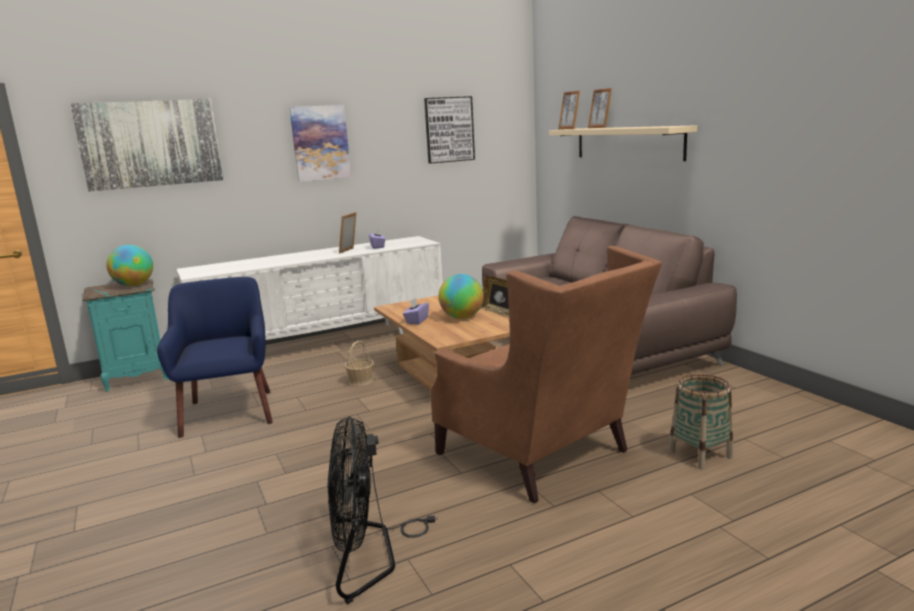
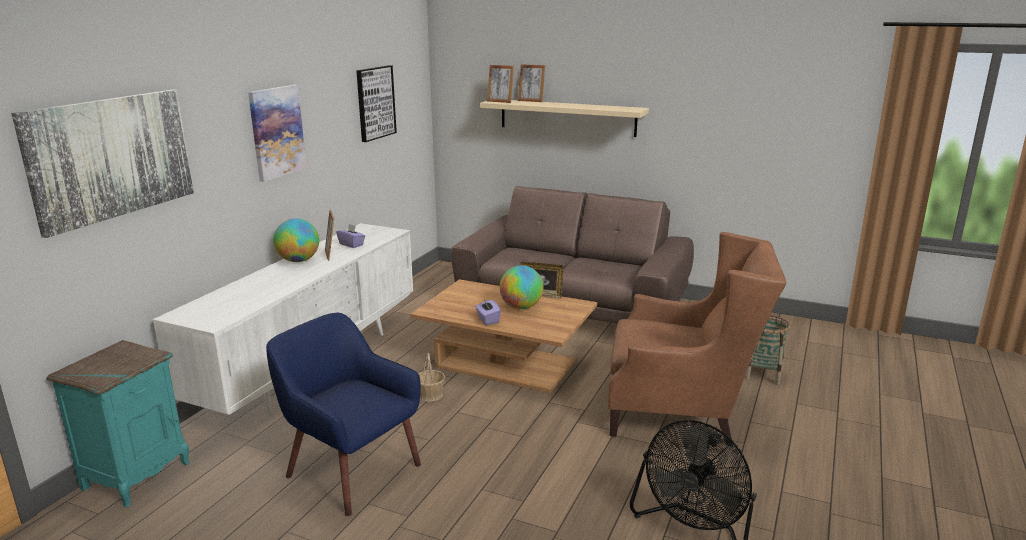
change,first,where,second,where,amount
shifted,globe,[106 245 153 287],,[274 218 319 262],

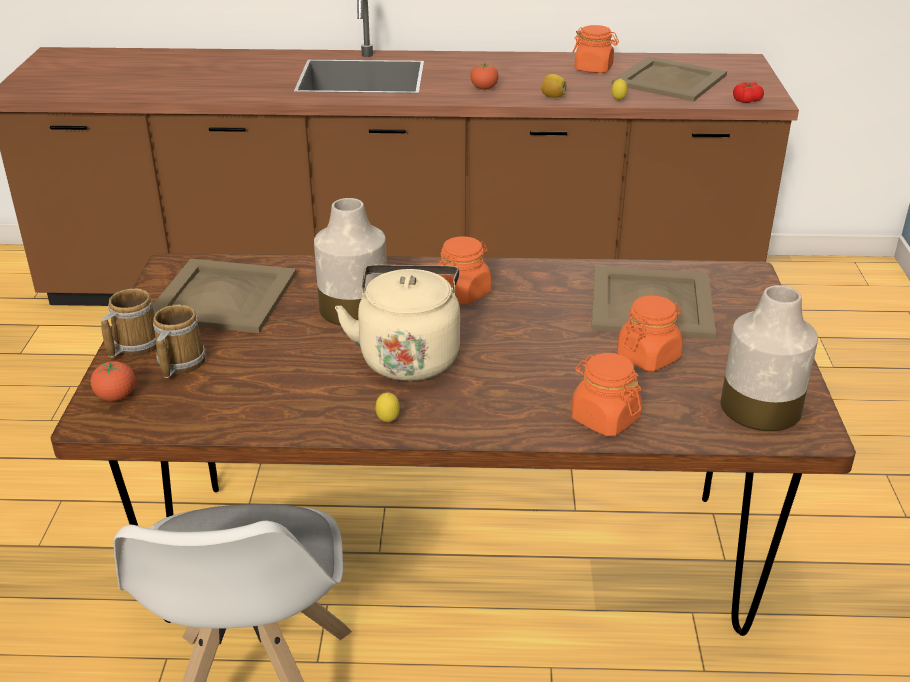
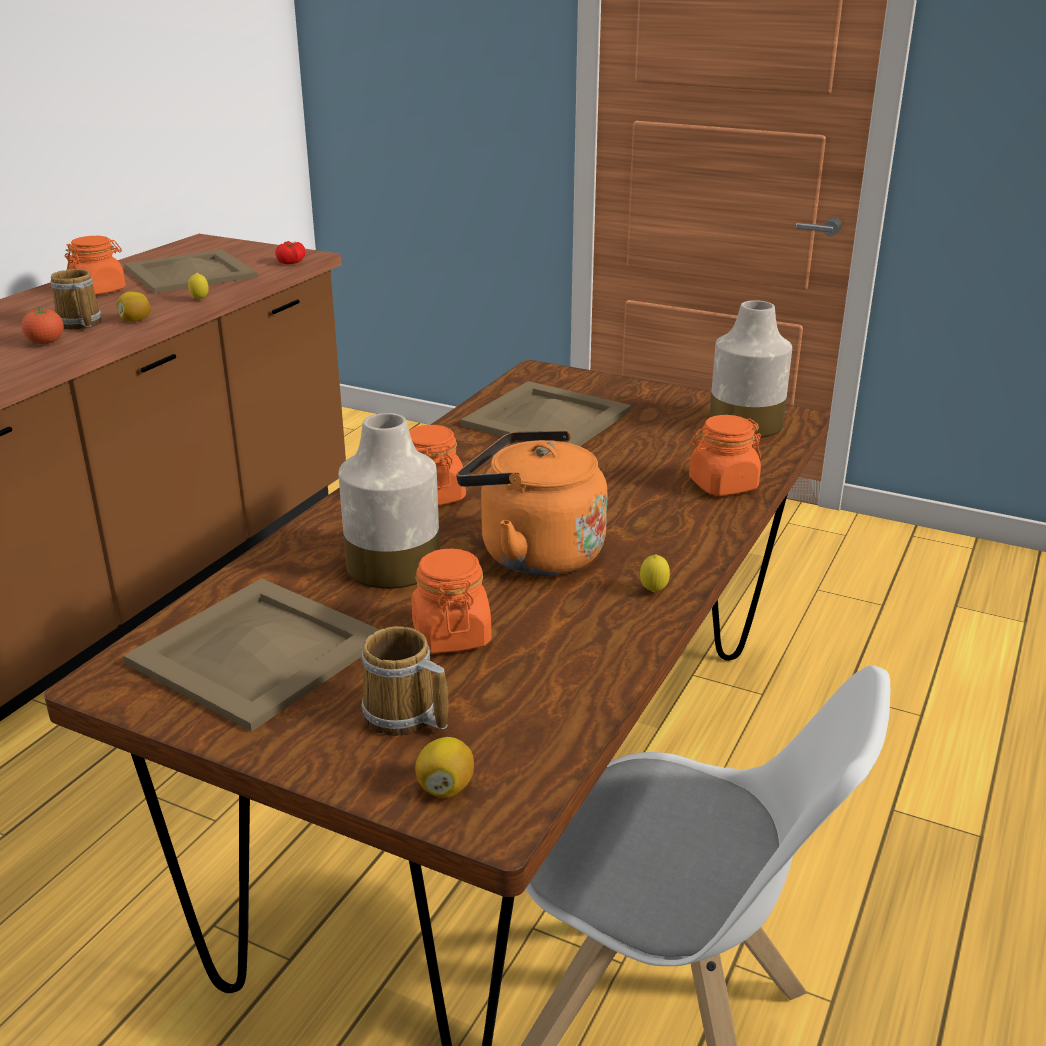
change,first,where,second,where,amount
shifted,mug,[101 288 156 358],,[50 269 102 330],
shifted,orange jar,[617 295 683 371],,[411 549 492 654],
swapped,tomato,[91 360 135 401],lemon,[415 737 474 798],
repainted,beige kettle,[335 265 460 381],orange kettle,[456 430 608 576],

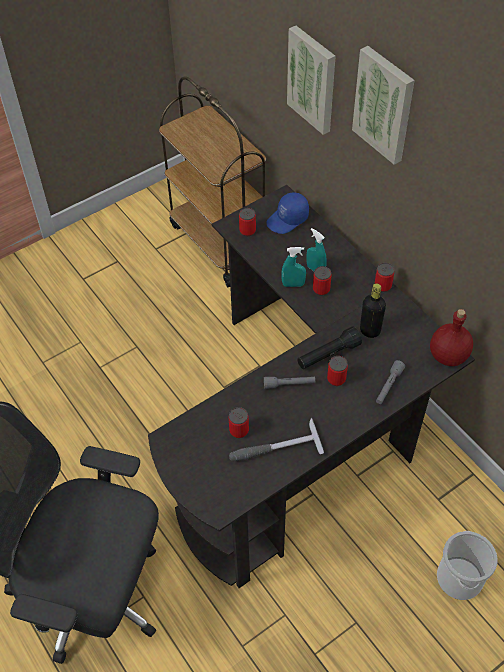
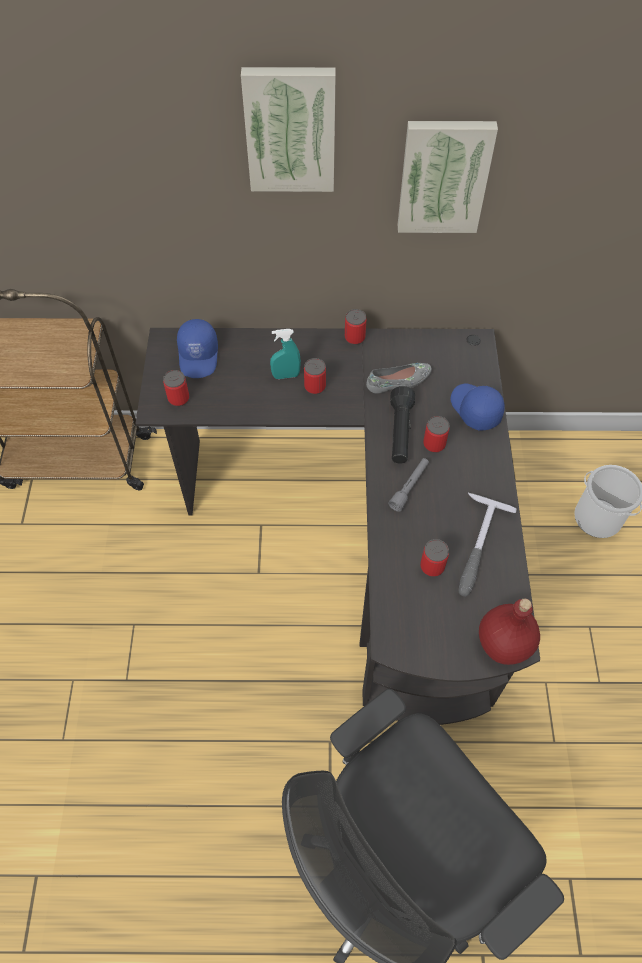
change,first,where,second,where,amount
gone,turquoise spray bottle,[281 247 306 287],,,
shifted,picture,[287 26 336 135],,[398 121 498 233],
shifted,red bottle,[430 309 473 366],,[479 599 540 665],
swapped,black bottle,[360 283 386 338],grey shoe,[366 363 432 393],
swapped,grey flashlight,[376 360 405 404],blue cap,[450 383 505 431],

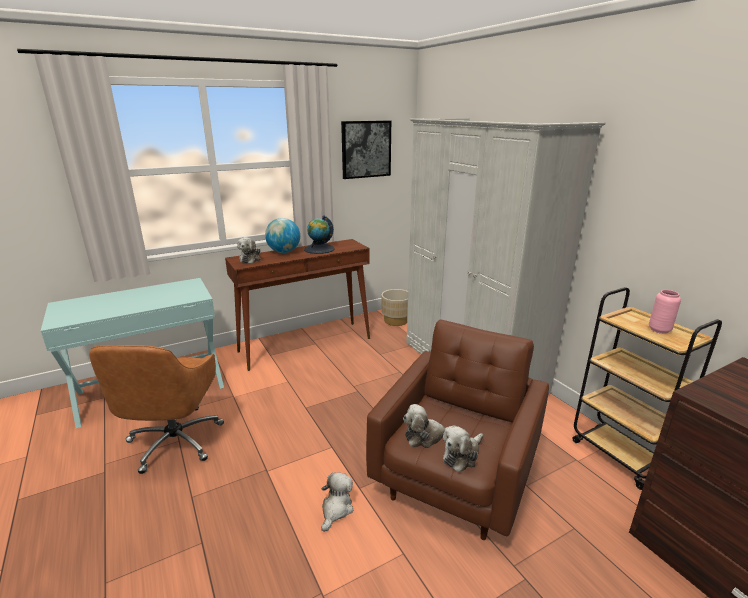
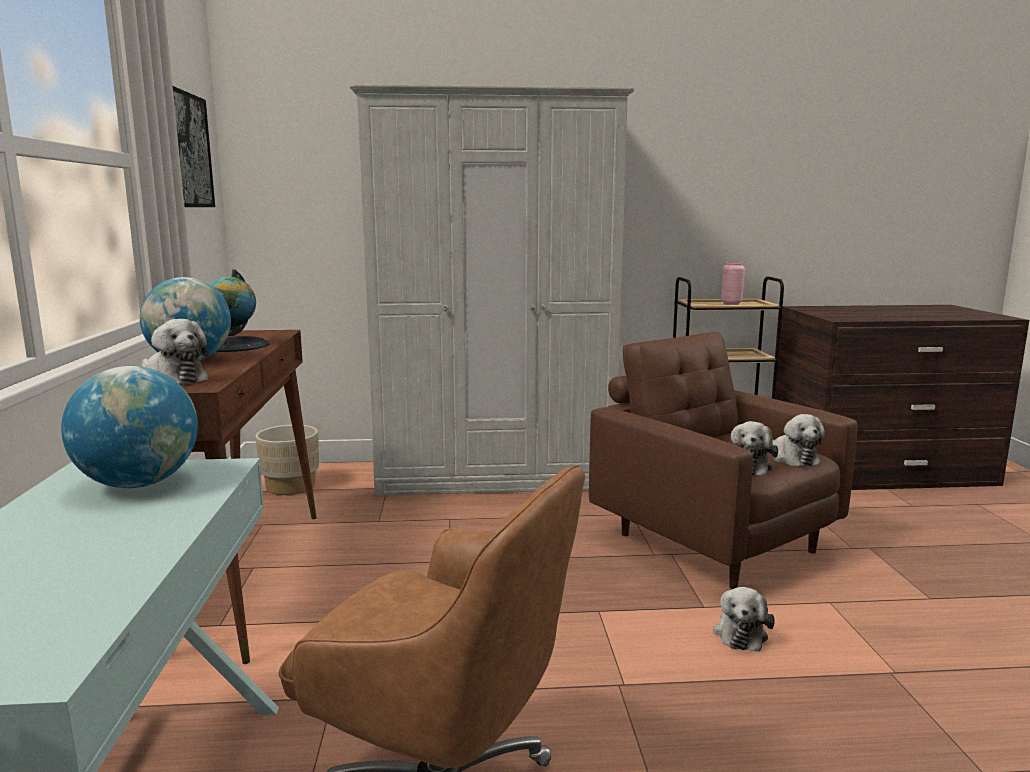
change,first,where,second,where,amount
new,,,globe,[61 366 198 488],
rotated,plush toy,[321 472 353 532],,[713 587 775 652],120 degrees counterclockwise

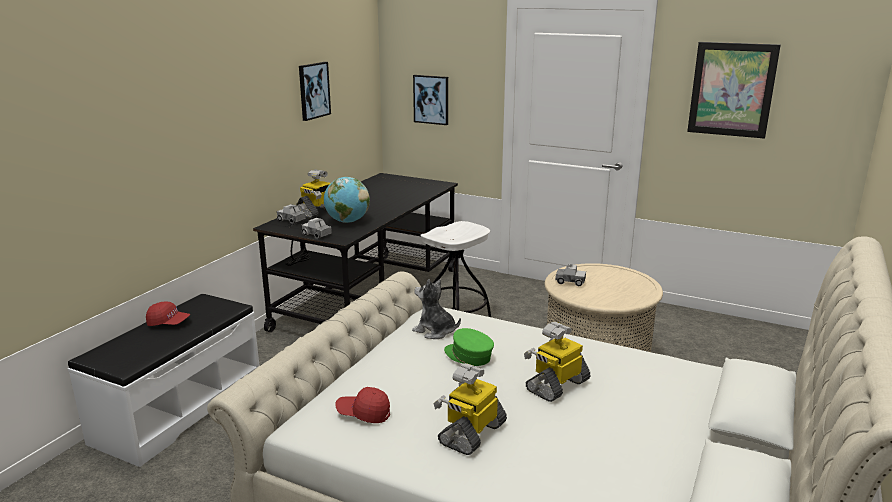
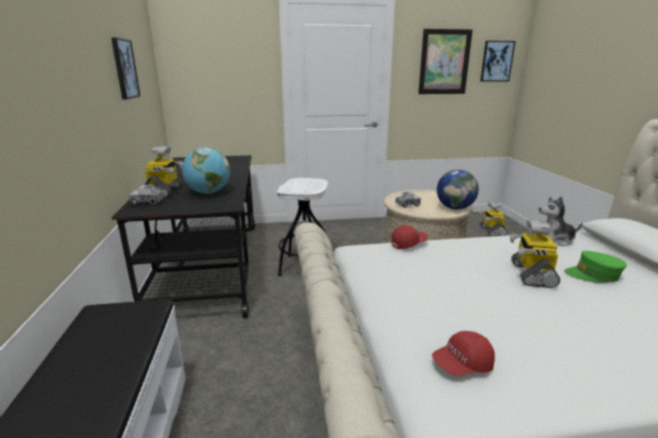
change,first,where,second,where,amount
gone,toy truck,[302 218 332 239],,,
new,,,globe,[437 169 479 210],
shifted,red cap,[146 301 190 326],,[391 225 428 249],
shifted,plush toy,[412 279 461 339],,[539 196 583 246],
shifted,picture,[413 75 448 125],,[480 41 515 81],
shifted,toy robot,[434 363 507 455],,[479 203 507 236],
shifted,green cap,[444 328 494 366],,[564 251 627 283],

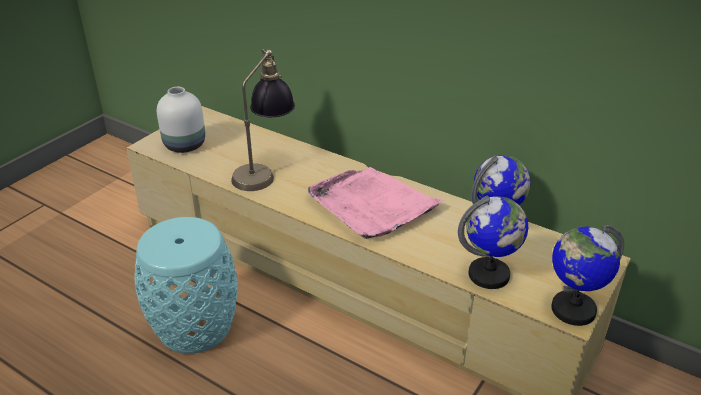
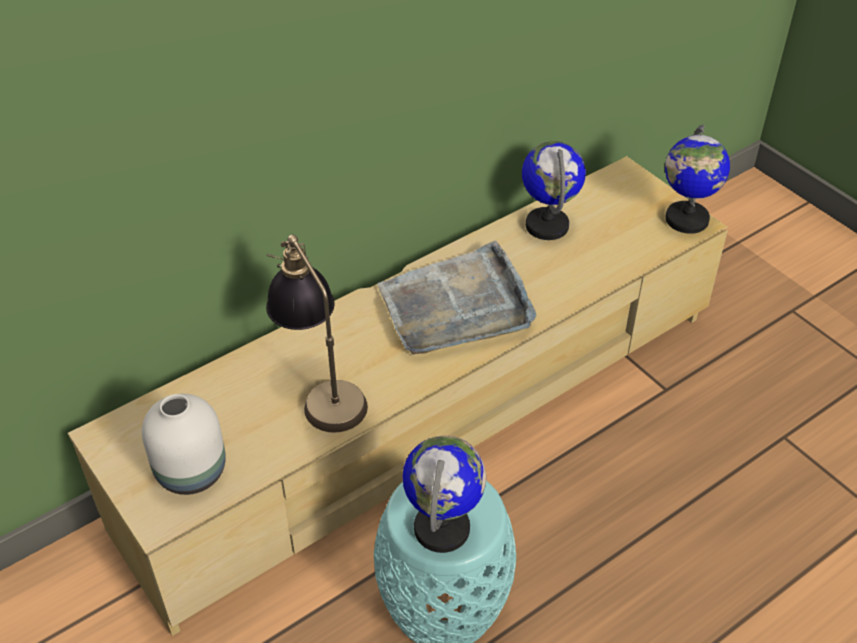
change,first,where,second,where,amount
shifted,globe,[458 196 528 289],,[403 435 486 553],
repainted,pink tray,[308 167 444 239],grey tray,[377 241 536 354],

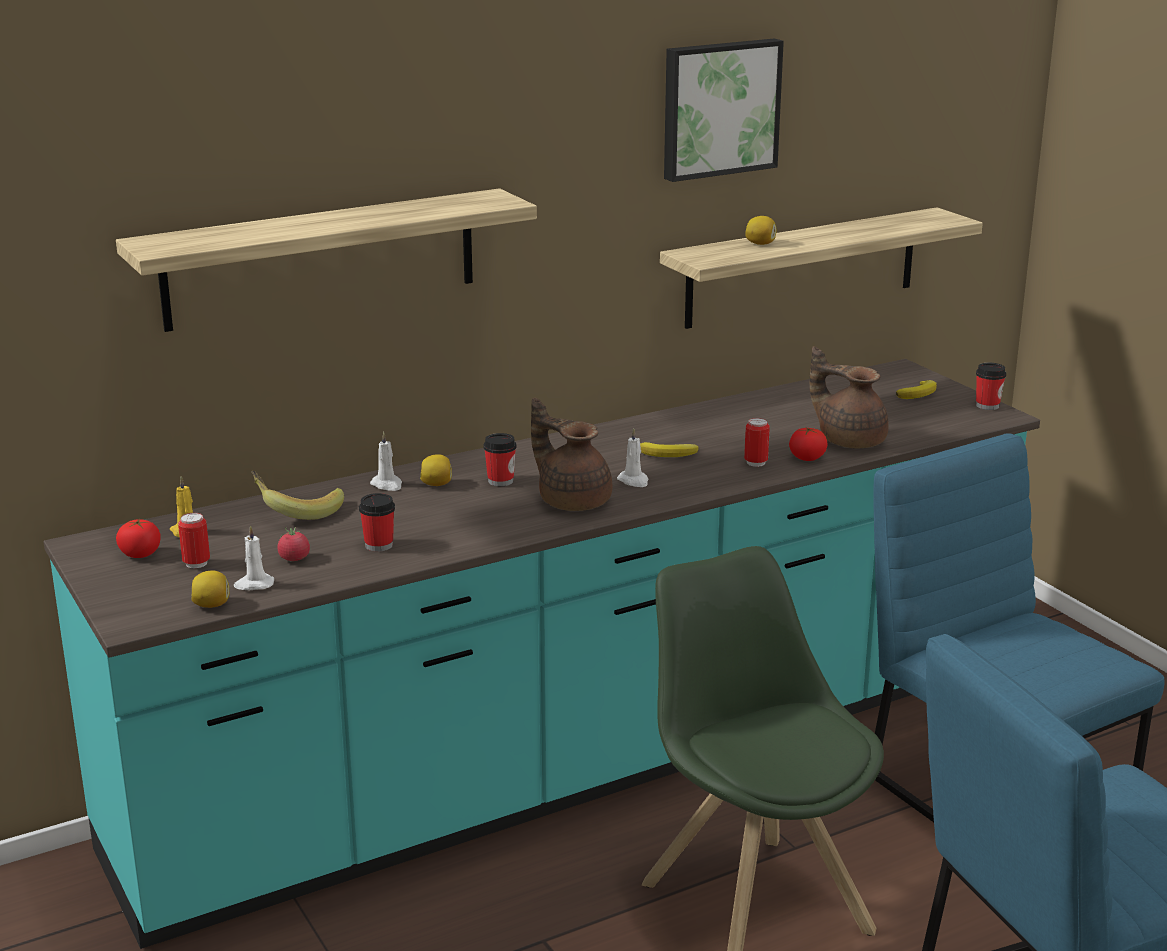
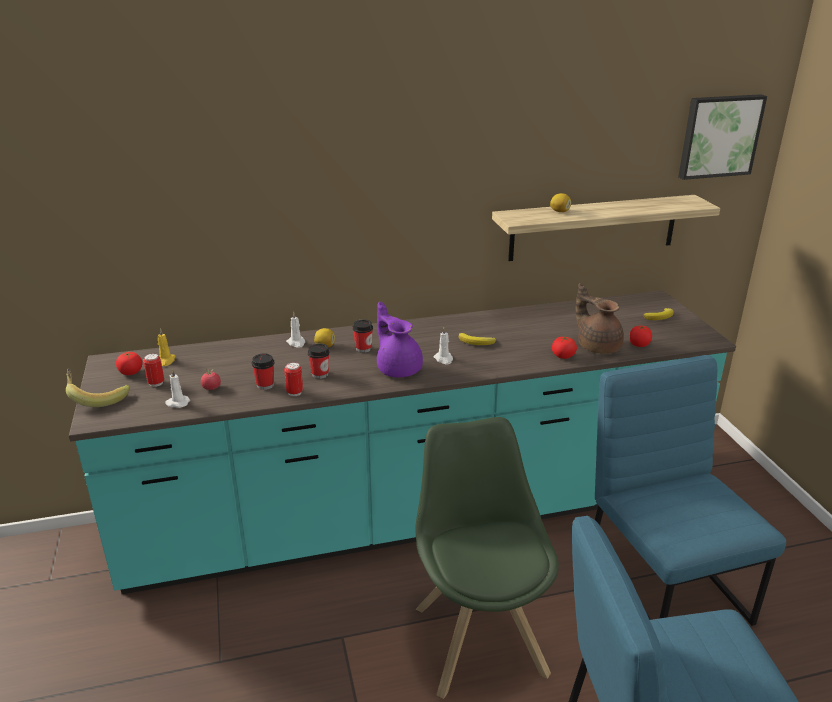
change,first,where,second,where,amount
gone,shelf,[116 188 537 332],,,
gone,lemon,[191 571 229 608],,,
new,,,tomato,[629 326 652 347],
shifted,banana,[251 471 344 520],,[66 369 130 407],
shifted,picture,[664 39 784 182],,[678 94 767 180],
shifted,can,[744 418 770 467],,[284 362 303 396],
shifted,cup,[976 363 1006 410],,[308 343 330 379],
repainted,brown teapot,[531 398 612 511],purple teapot,[377 302 423 377],

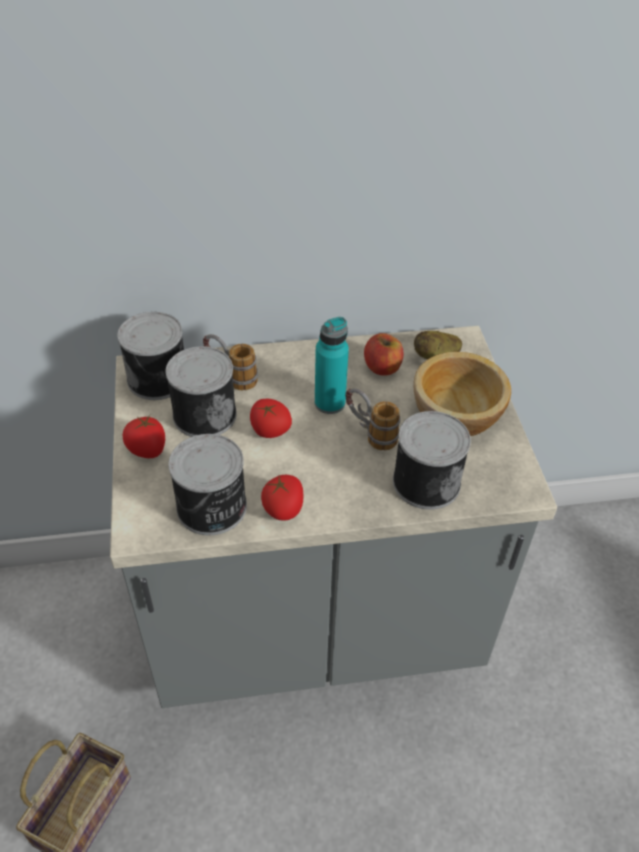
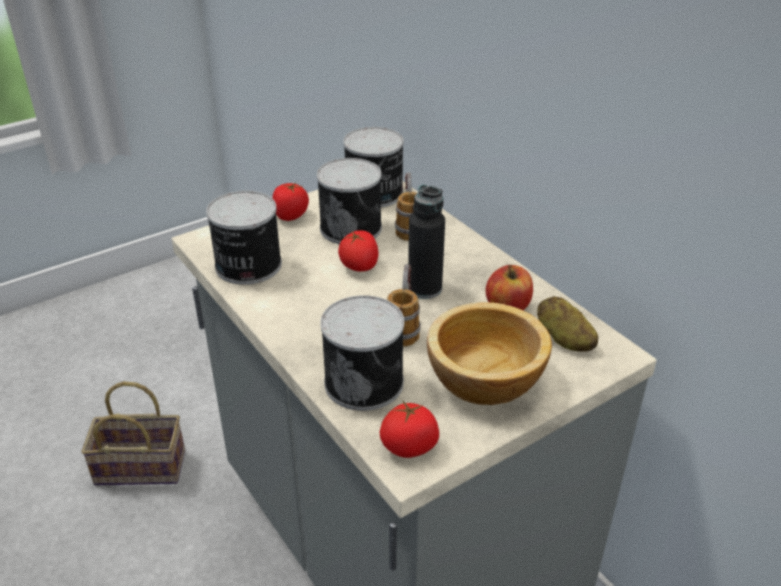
change,first,where,second,where,amount
shifted,tomato,[261 475 303 521],,[380 400 439 458],
repainted,turquoise bottle,[315 317 349 414],black bottle,[408 184 445 299],

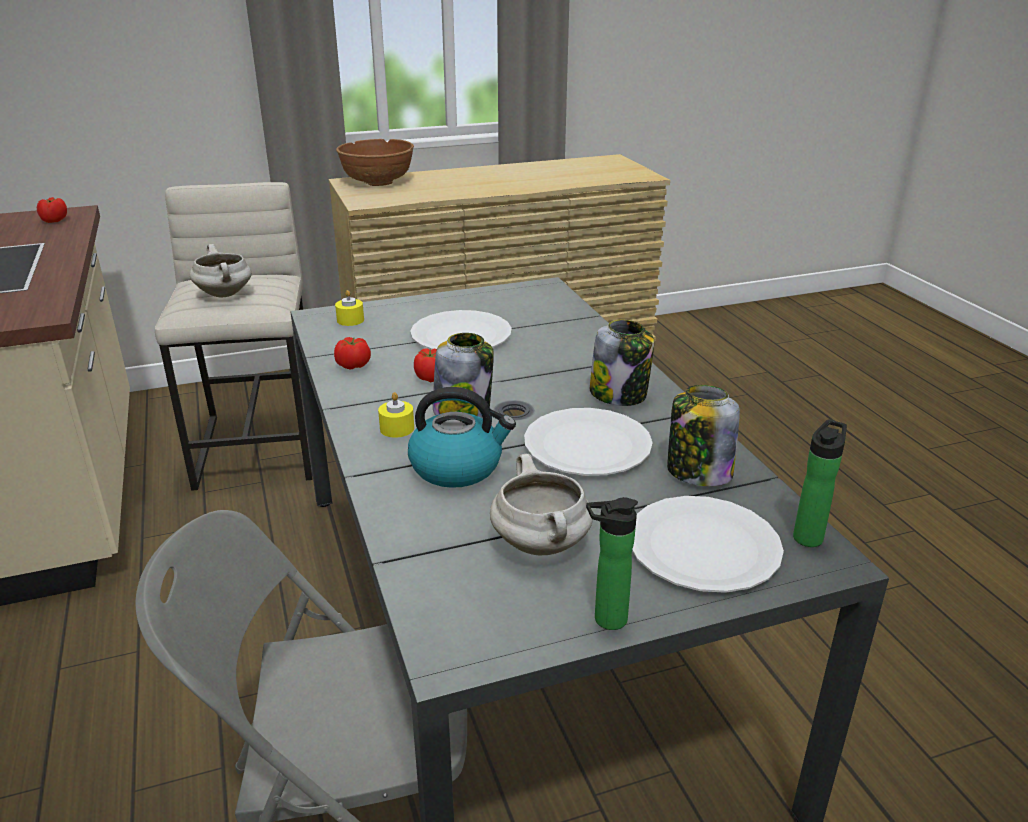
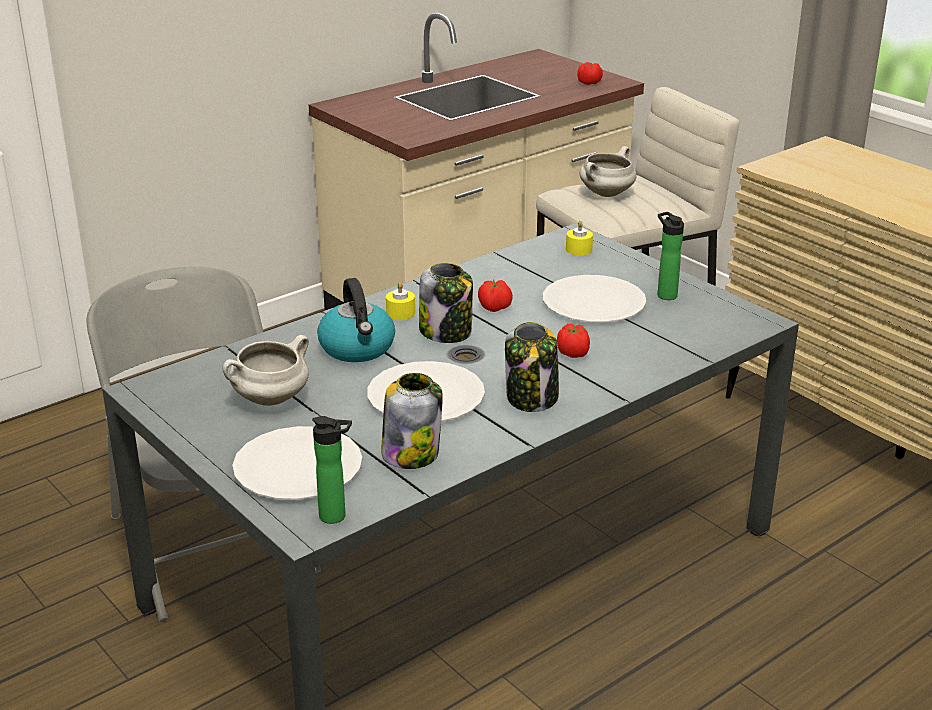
change,first,where,second,where,amount
gone,brown bowl,[336 139 414 186],,,
shifted,tomato,[334 337 371 369],,[557 324 590 358],
shifted,bottle,[586 497 638 630],,[658 212 684 300],

